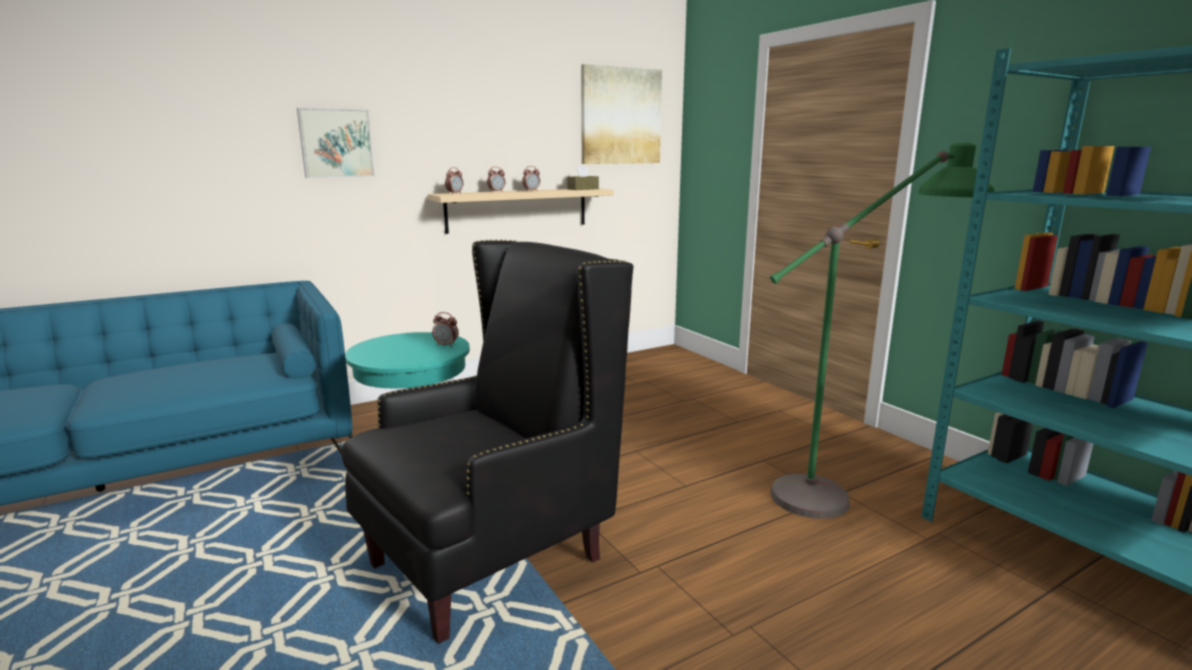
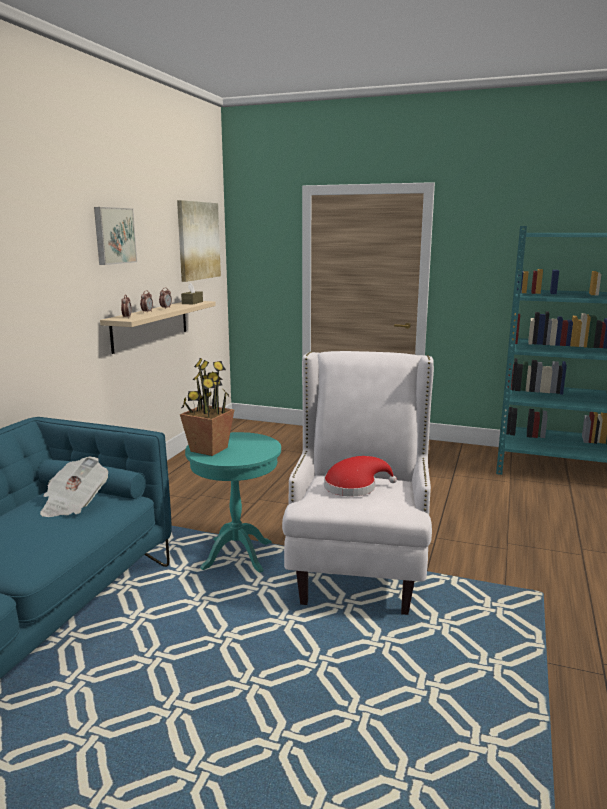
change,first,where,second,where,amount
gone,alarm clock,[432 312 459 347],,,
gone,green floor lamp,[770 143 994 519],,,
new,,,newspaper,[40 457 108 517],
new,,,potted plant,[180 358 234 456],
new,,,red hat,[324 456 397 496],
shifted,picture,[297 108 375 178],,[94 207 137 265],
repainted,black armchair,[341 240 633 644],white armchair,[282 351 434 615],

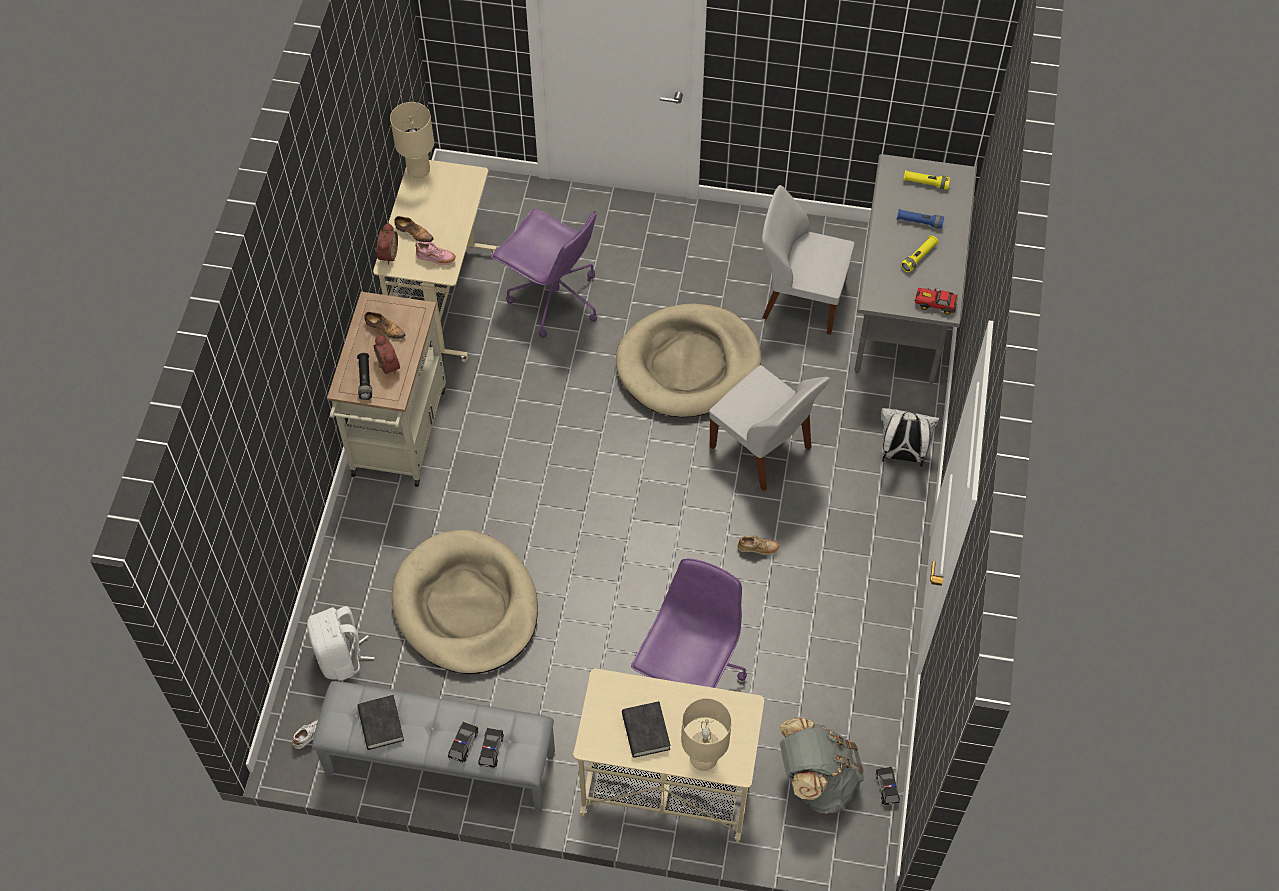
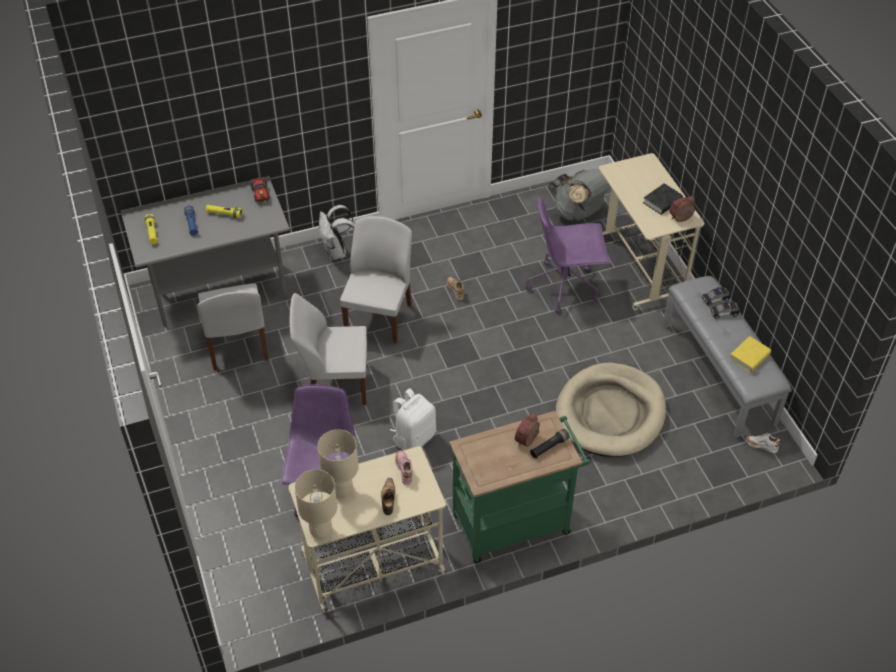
change,first,where,second,where,amount
gone,shoe,[364 312 405 339],,,
shifted,white backpack,[307 606 374 681],,[390 388 436 450],
shifted,alarm clock,[375 223 398 265],,[669 196 695 222],
shifted,beige table lamp,[681 698 732 771],,[317 430 359 498],
swapped,beige dog bed,[616 304 761 417],white chair,[289 293 367 405],
repainted,beige cart,[327 292 446 487],green cart,[449 411 590 564],
repainted,black book,[357 695 404 750],yellow book,[729 336 771 373],

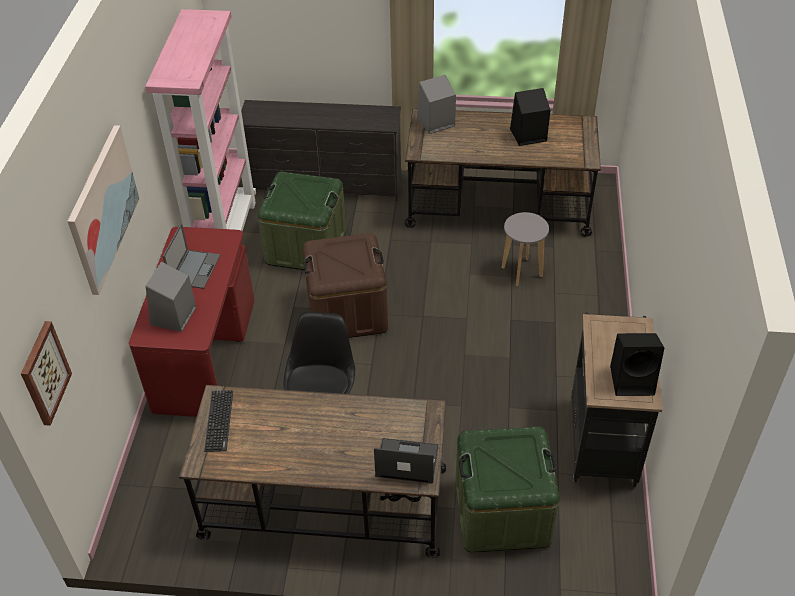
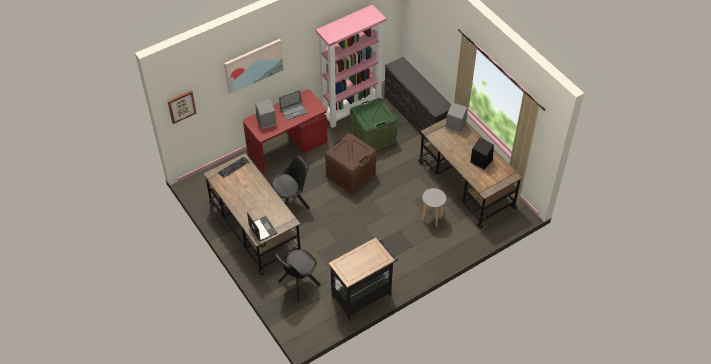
change,first,where,second,where,amount
gone,black speaker,[610 333 664 396],,,
swapped,green storage box,[455 427 560 552],black chair,[275 249 321 302],

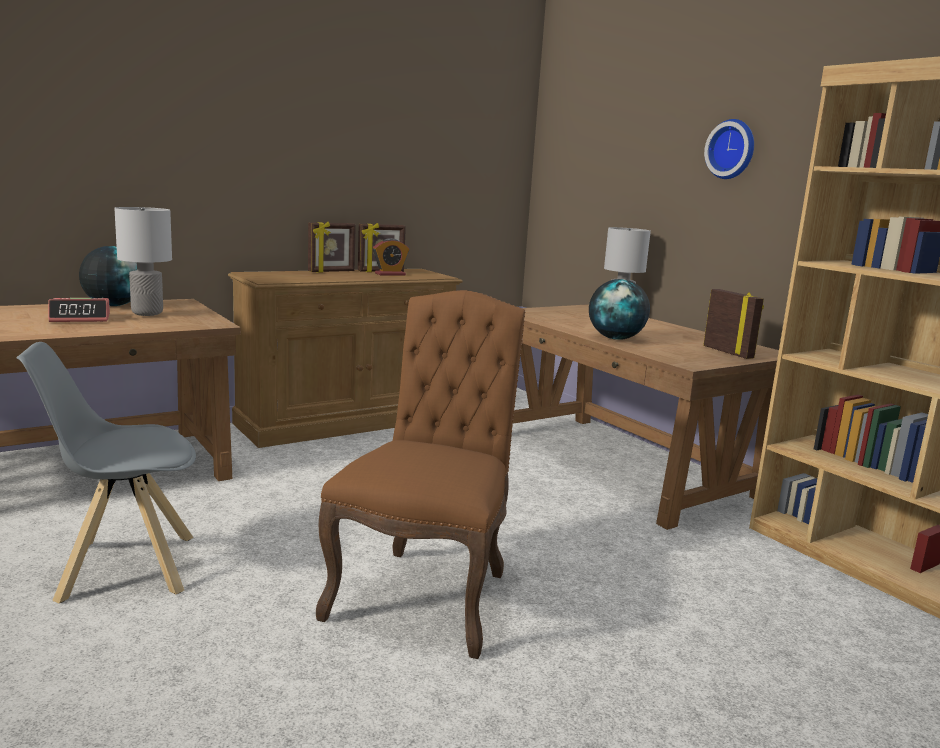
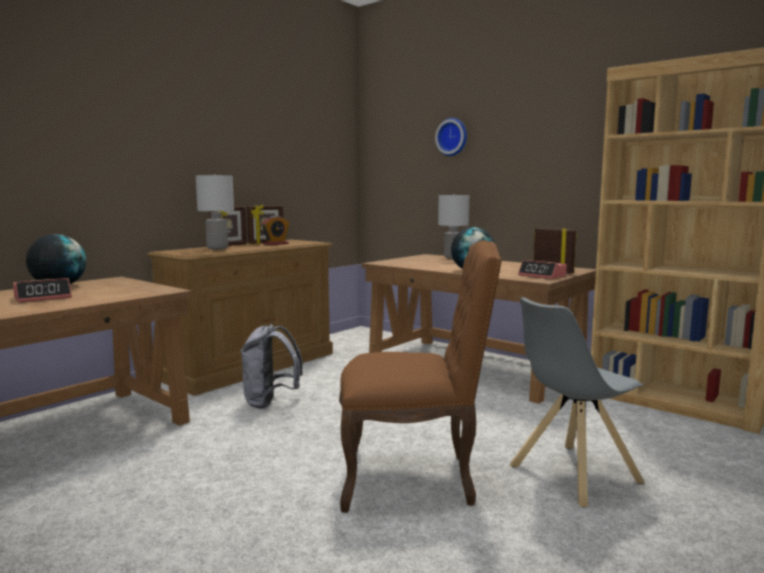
change,first,where,second,where,amount
new,,,grey backpack,[240 324 303 409],
new,,,alarm clock,[518 260 567 279],
shifted,grey chair,[16 342 196 603],,[510 297 645 507],
shifted,grey table lamp,[114 207 172 316],,[196 175 234 250],
shifted,wall clock,[704 119 754 179],,[435 118 467 156],
rotated,brown chair,[316 290 525 659],,[339 240 501 513],90 degrees clockwise

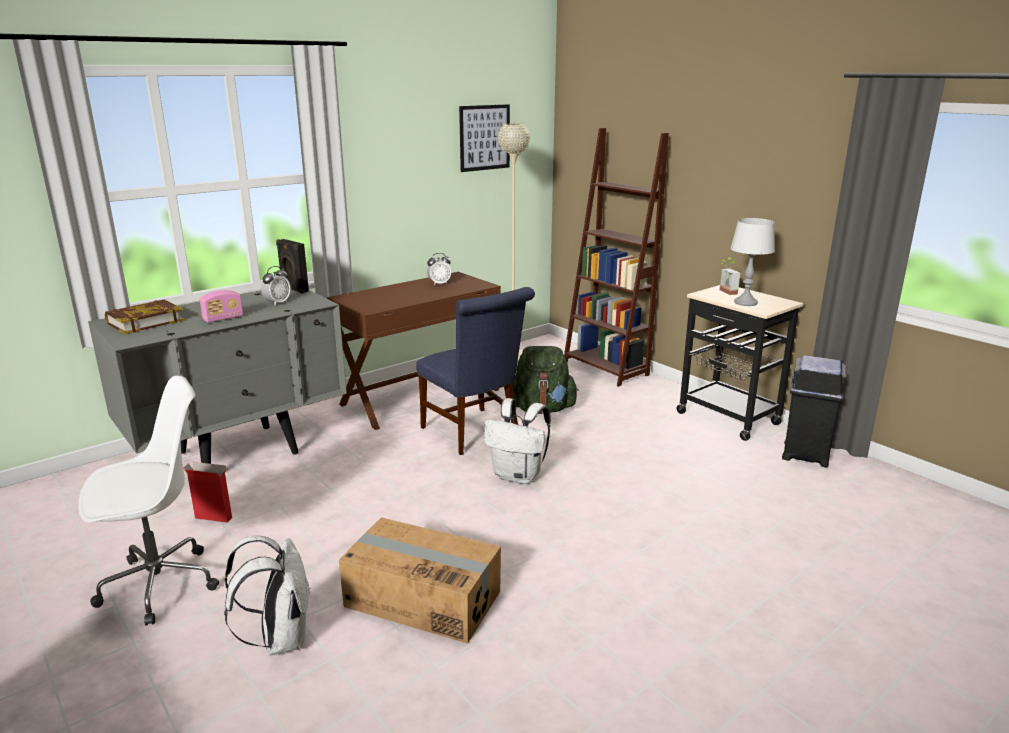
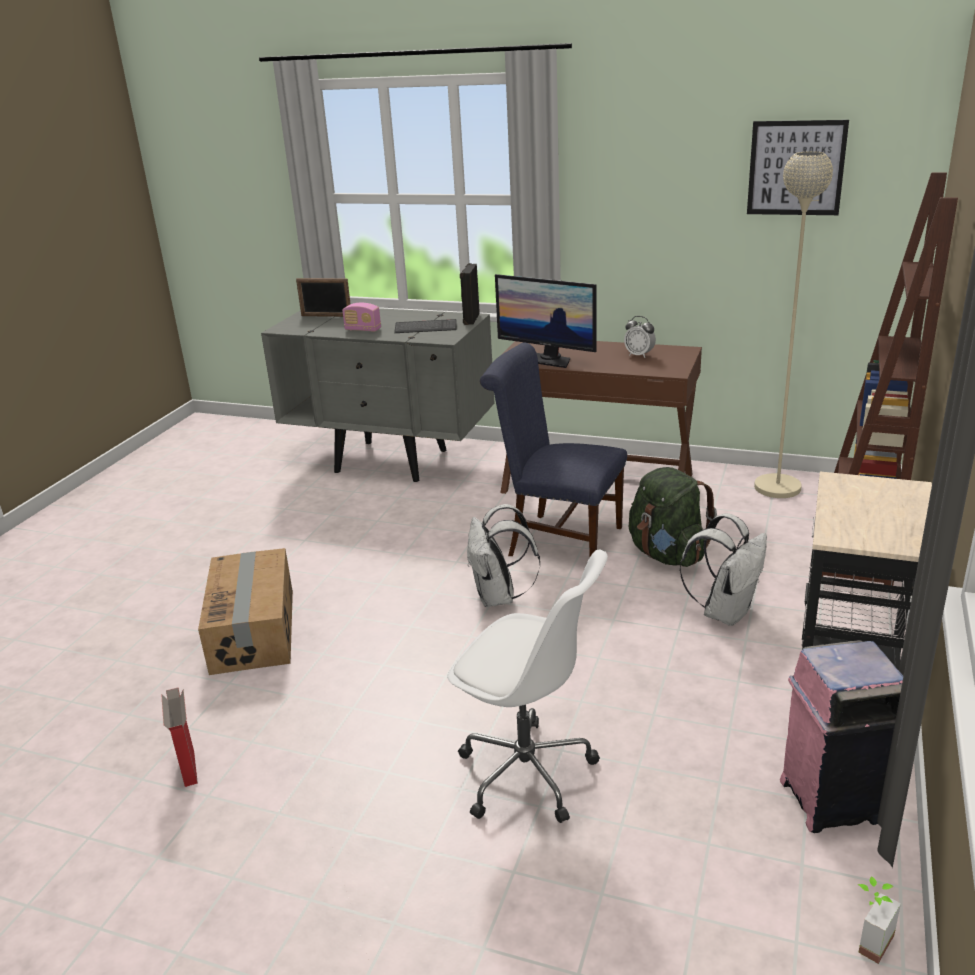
change,first,where,second,where,amount
gone,grey table lamp,[730 218 775 306],,,
new,,,monitor,[495 274 597 368],
shifted,white office chair,[78 376 220 625],,[447 549 608 823],
shifted,cardboard box,[183 462 232 523],,[161 688 198 787],
shifted,white backpack,[224 536 310 656],,[680 513 767 626],
shifted,potted plant,[720 258 740 295],,[858 876 901 964],
swapped,book,[105 300 185 334],picture frame,[296 278 351 317],
swapped,alarm clock,[261 266 290 306],keyboard,[394 319 457 333],
repainted,black trash can,[782 355 847 468],pink trash can,[780 640 903 833],
rotated,blue chair,[416 287 535 455],,[480 342 627 556],90 degrees clockwise

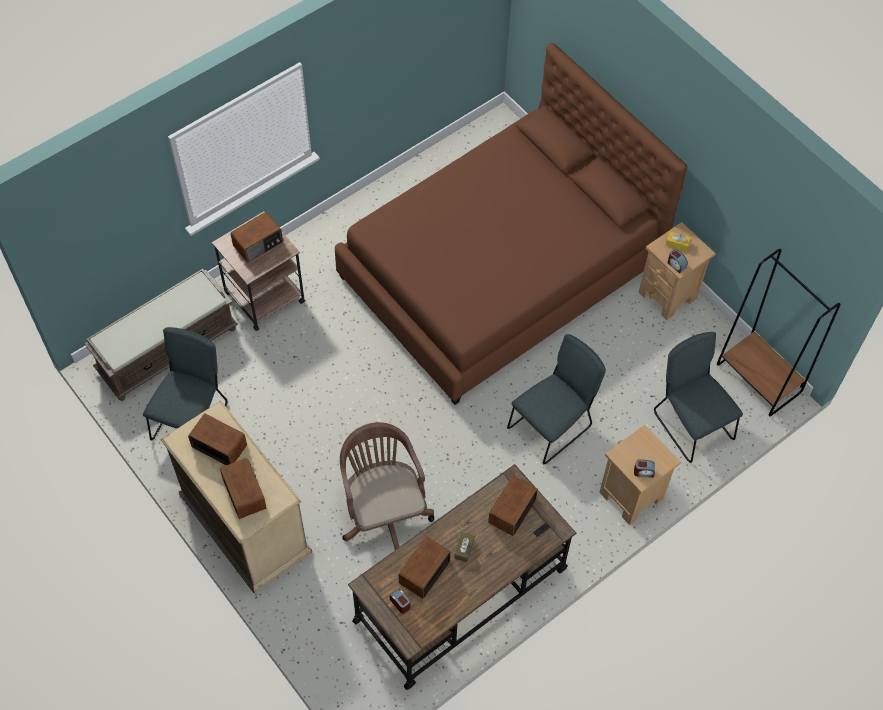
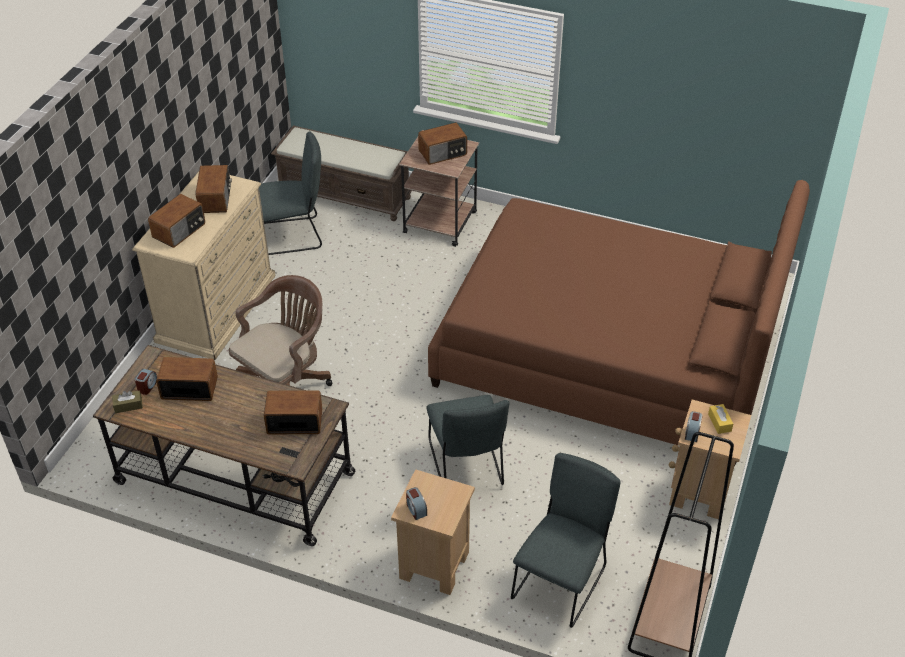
change,first,where,second,where,amount
shifted,brown tissue box,[454 533 474 562],,[112 391 143 413],
rotated,radio,[231 212 283 263],,[418 123 467 165],45 degrees counterclockwise
rotated,grey chair,[507 334 606 464],,[427 395 510 485],60 degrees clockwise

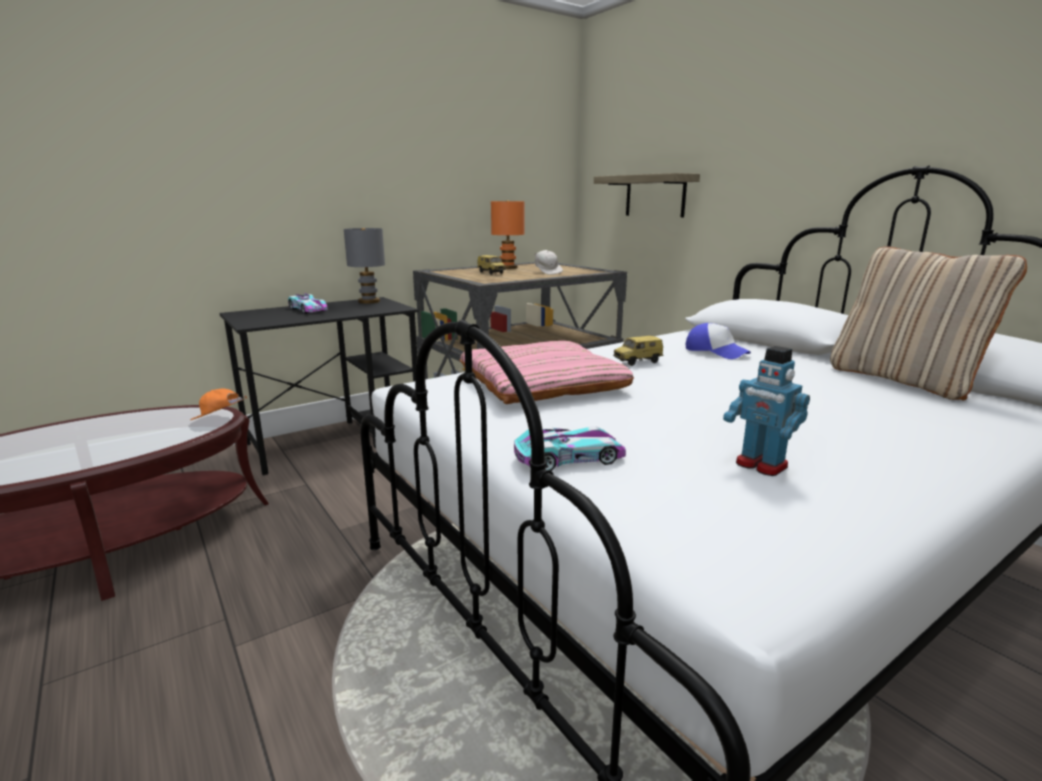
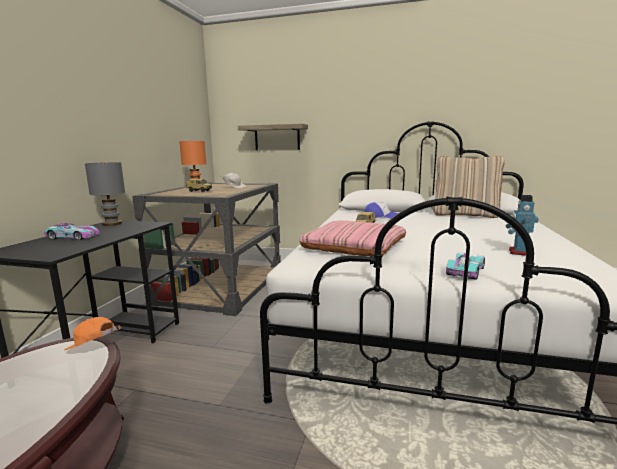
change,first,where,second,where,amount
rotated,orange cap,[190 389 247 420],,[64 317 121 350],45 degrees clockwise
rotated,toy robot,[723 346 810 476],,[506 195 539 256],105 degrees clockwise

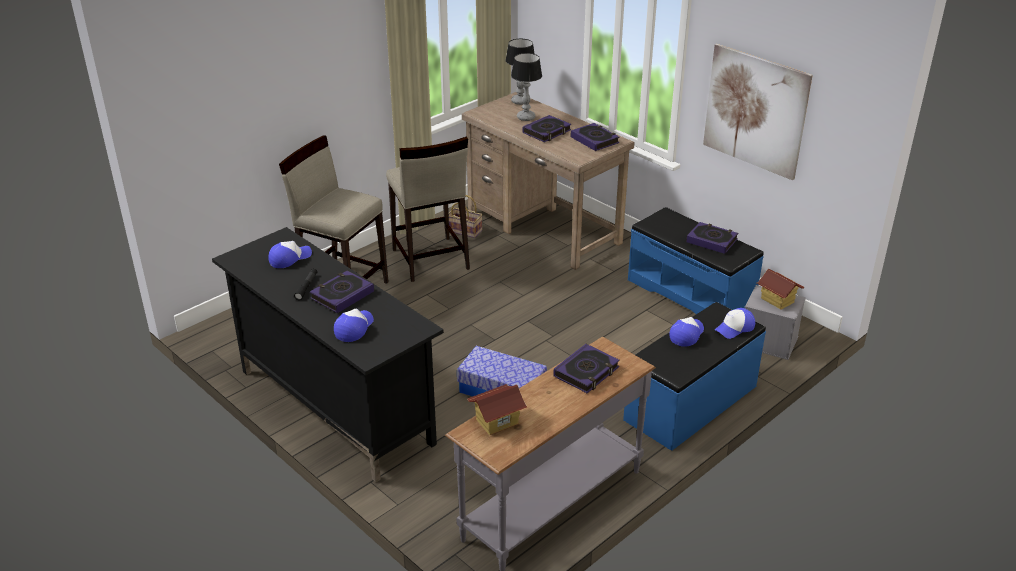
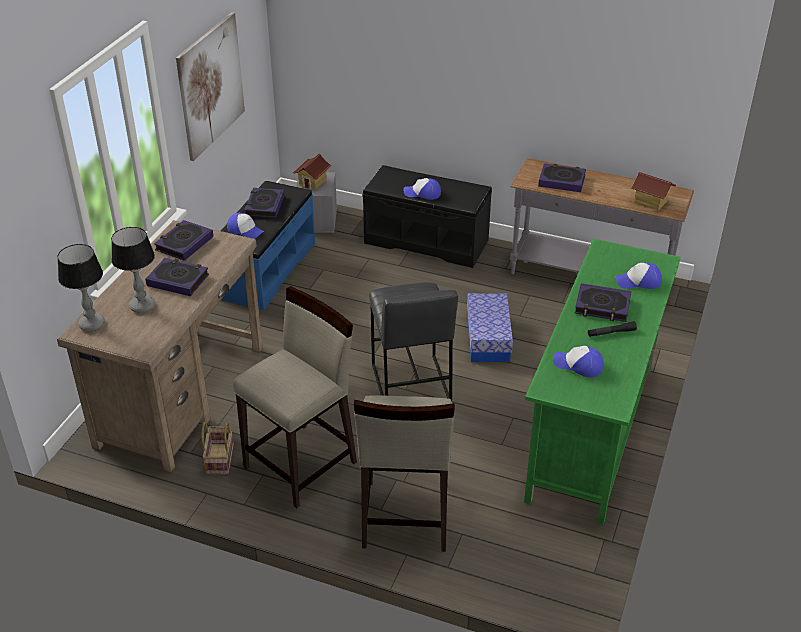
change,first,where,second,where,amount
new,,,grey stool,[369 282 458 401],
shifted,cap,[715 308 755 339],,[227 213 264 239],
repainted,black dresser,[212 227 444 482],green dresser,[524 239 681 525],
repainted,blue bench,[623 302 766 451],black bench,[362 165 492 268],

